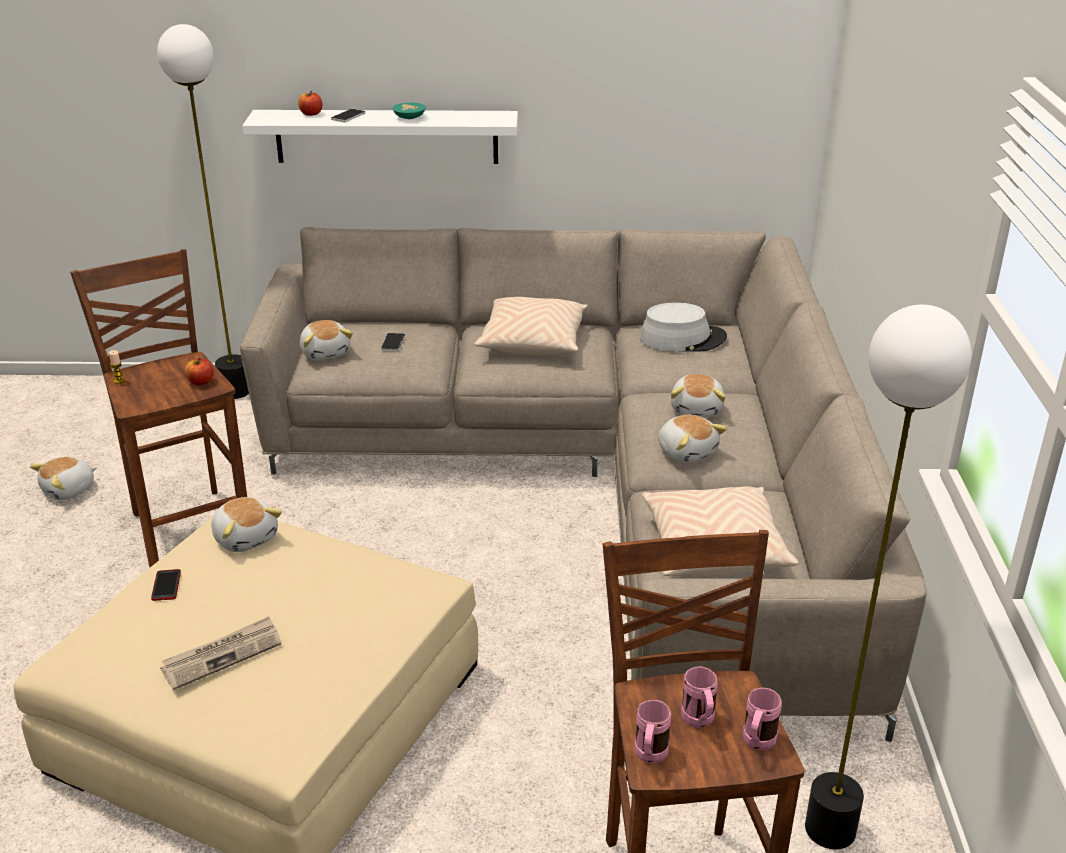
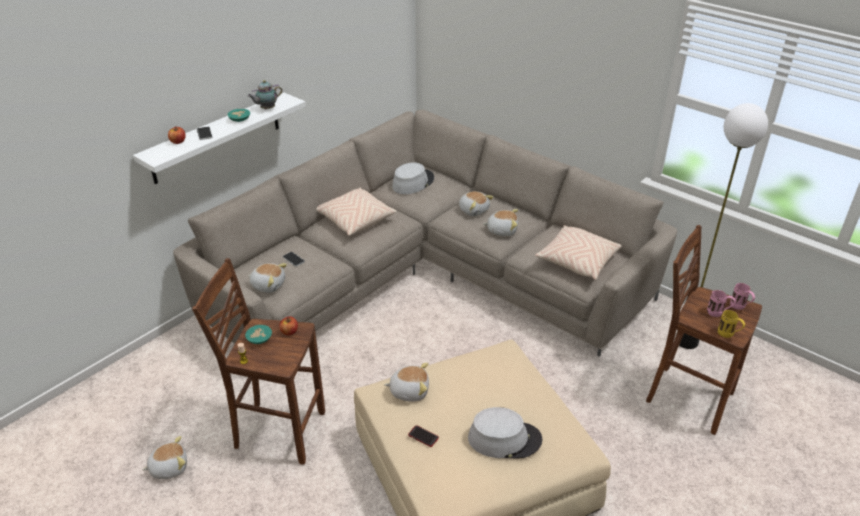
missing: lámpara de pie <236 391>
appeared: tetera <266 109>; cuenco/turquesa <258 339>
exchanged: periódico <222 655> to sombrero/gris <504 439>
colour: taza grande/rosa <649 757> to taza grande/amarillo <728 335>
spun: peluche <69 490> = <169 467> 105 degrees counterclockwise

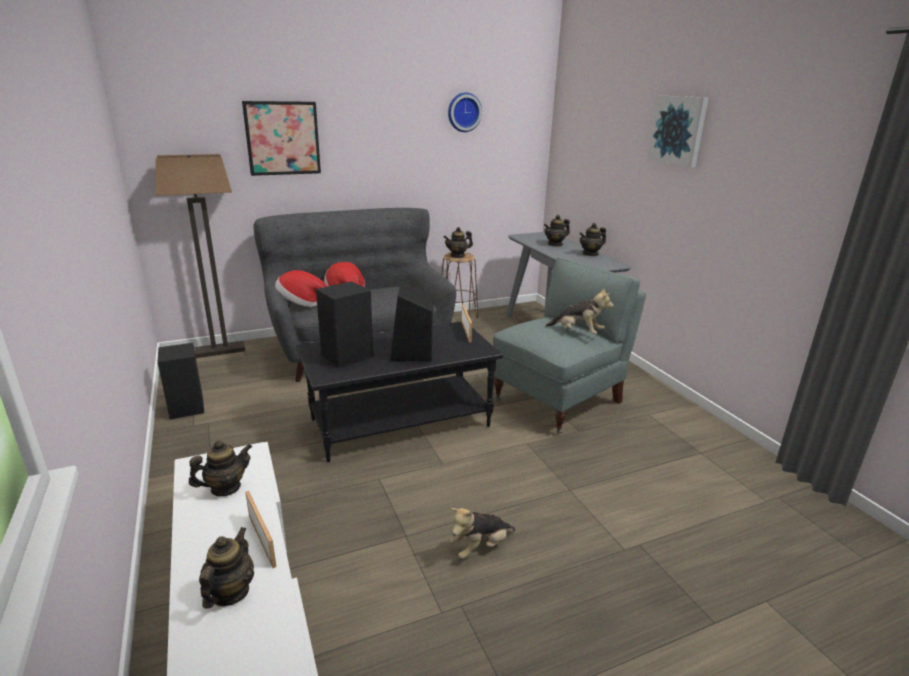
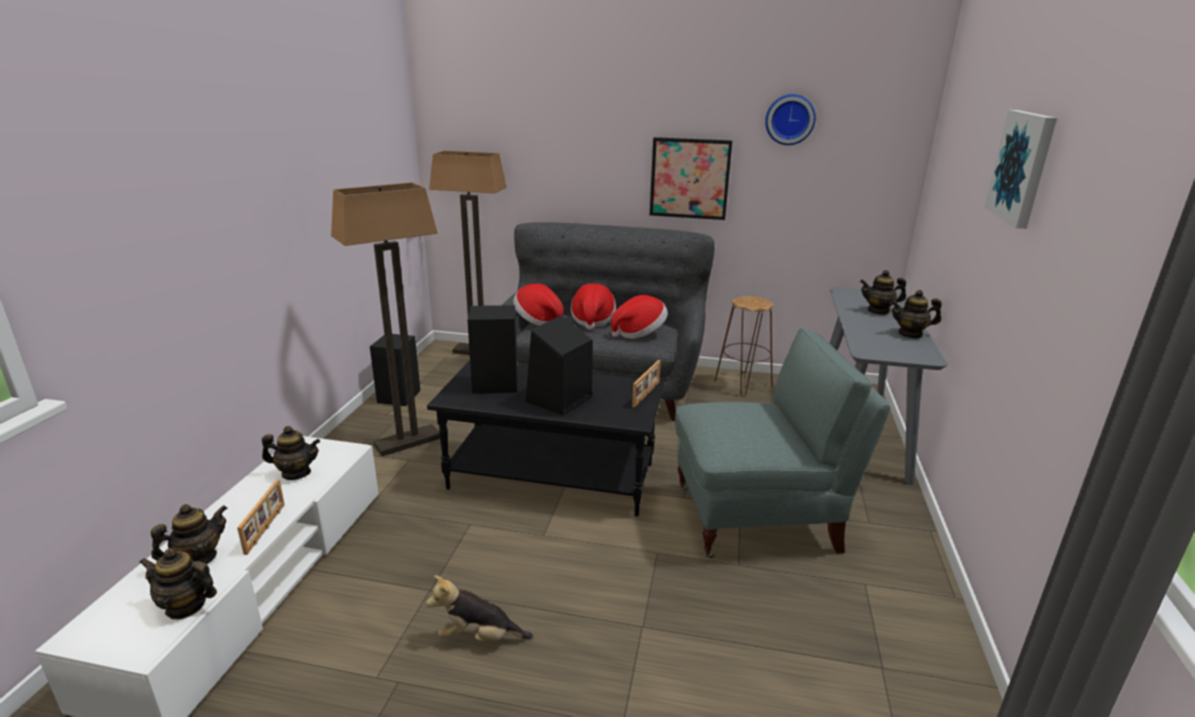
missing: peluche <578 332>
appeared: lámpara de pie <408 441>; sombrero <639 333>
relocated: cuadro <282 138> to <690 178>; tetera <458 256> to <186 606>

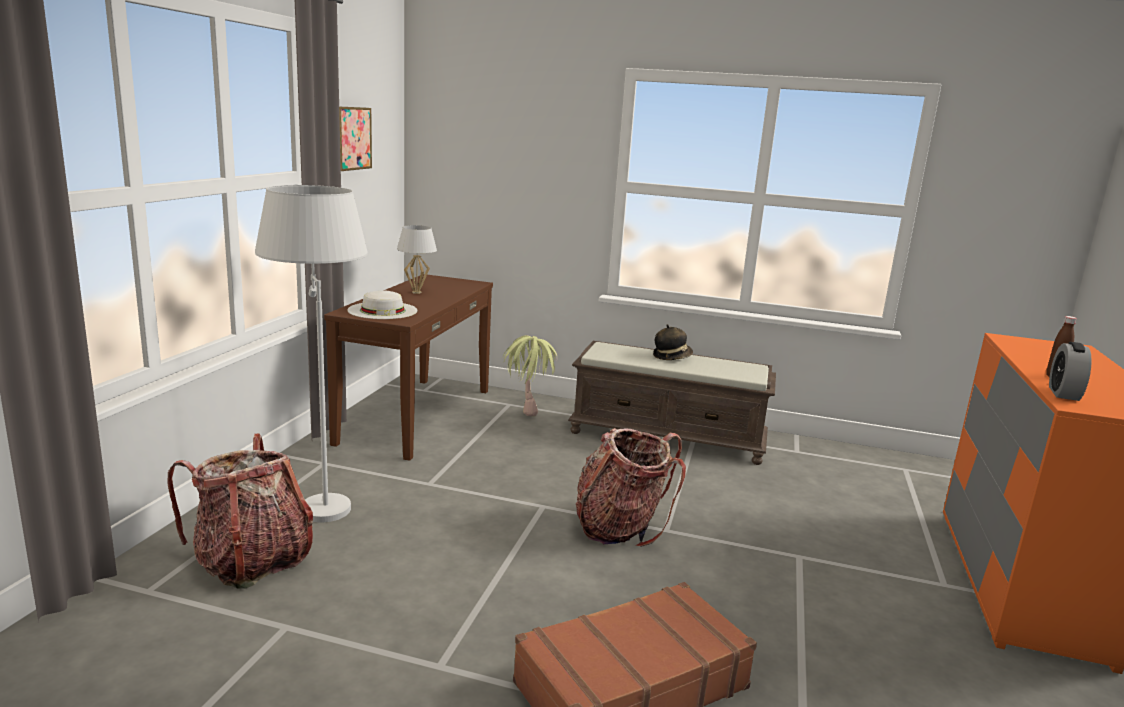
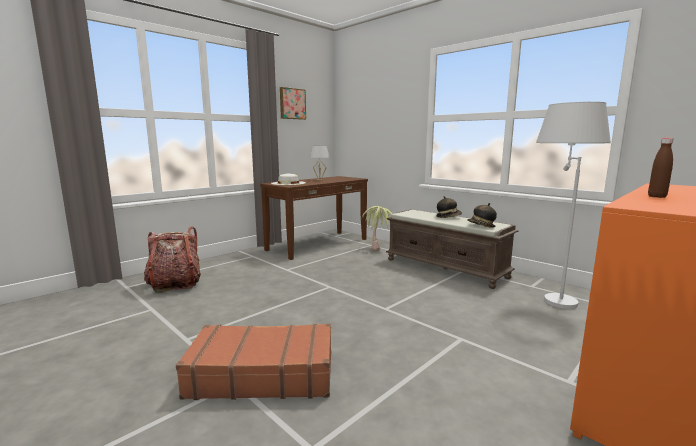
missing: despertador <1063 393>; mochila <621 527>
appeared: sombrero <481 226>
relocated: lámpara de pie/blanco <320 497> to <552 295>

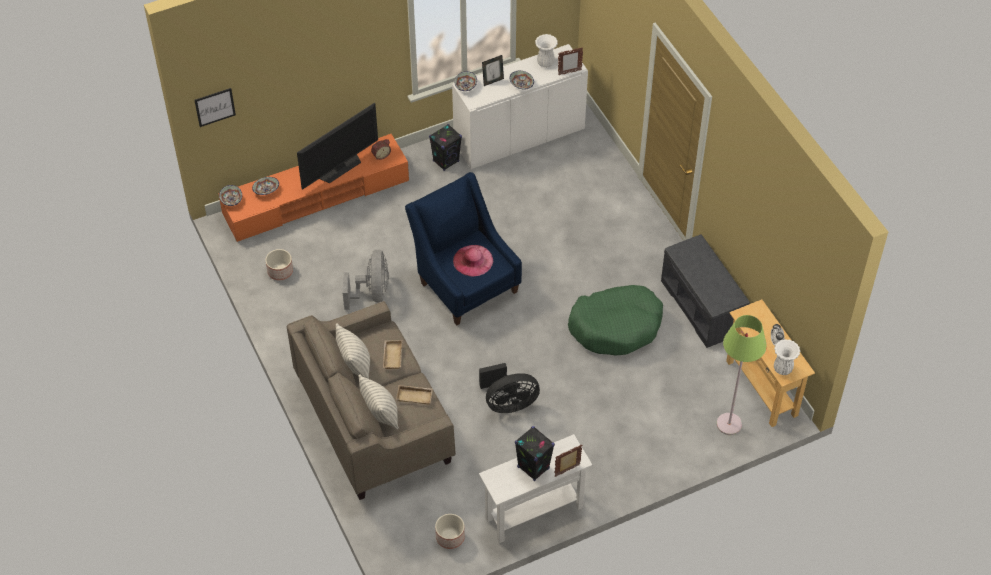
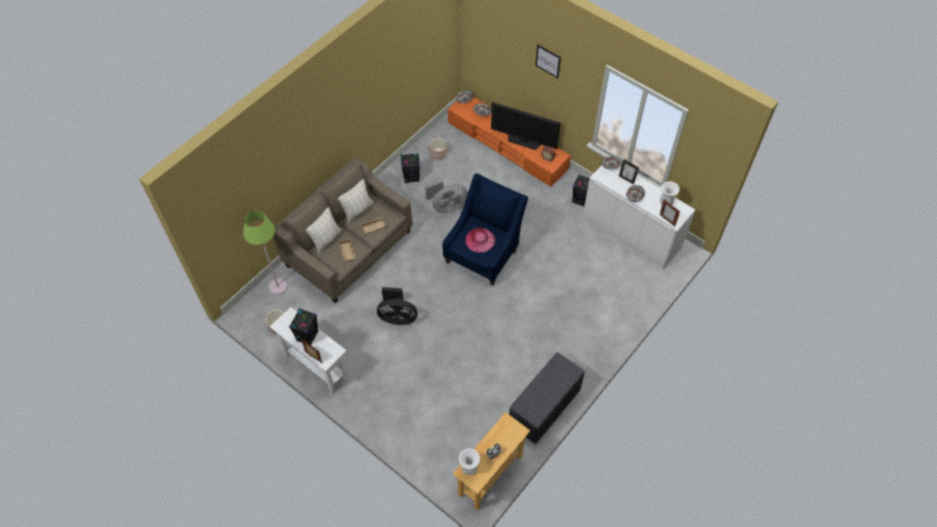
missing: cama para perro/verde <616 326>
appeared: altavoz/negro <411 177>
relocated: cuadro <215 107> to <548 61>; lámpara de pie/verde <728 424> to <278 286>
spun: ventilador/negro <508 403> = <397 317> 45 degrees counterclockwise

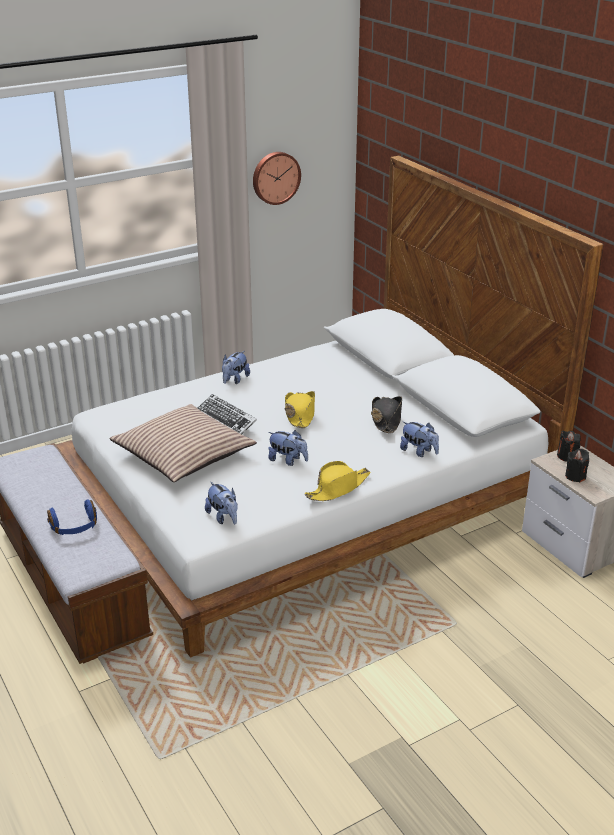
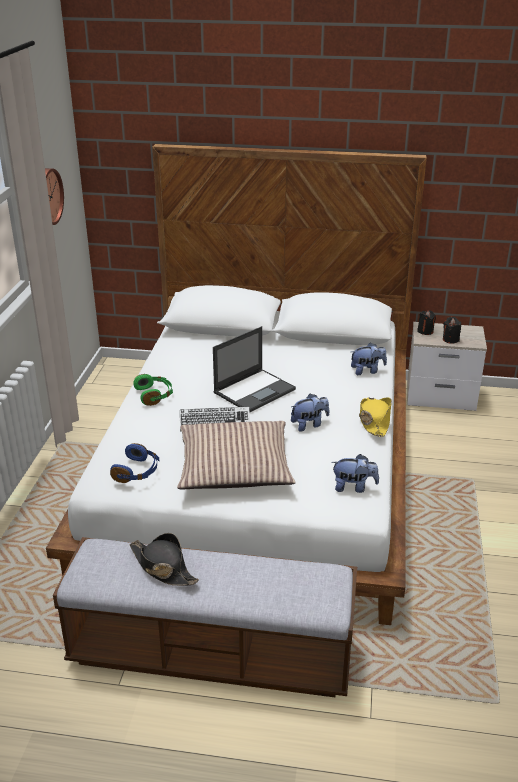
relocated: sombrero/negro <386 419> to <162 567>; auriculares/azul <74 527> to <137 472>
exchanged: peluche <235 380> to auriculares/verde <154 395>; sombrero/amarillo <300 414> to portátil <255 390>

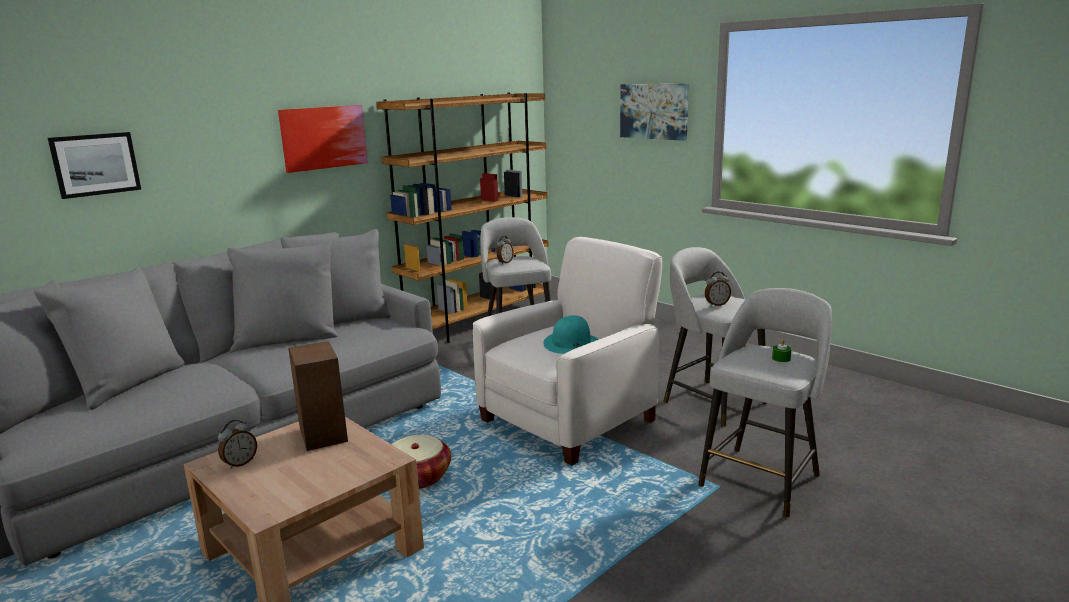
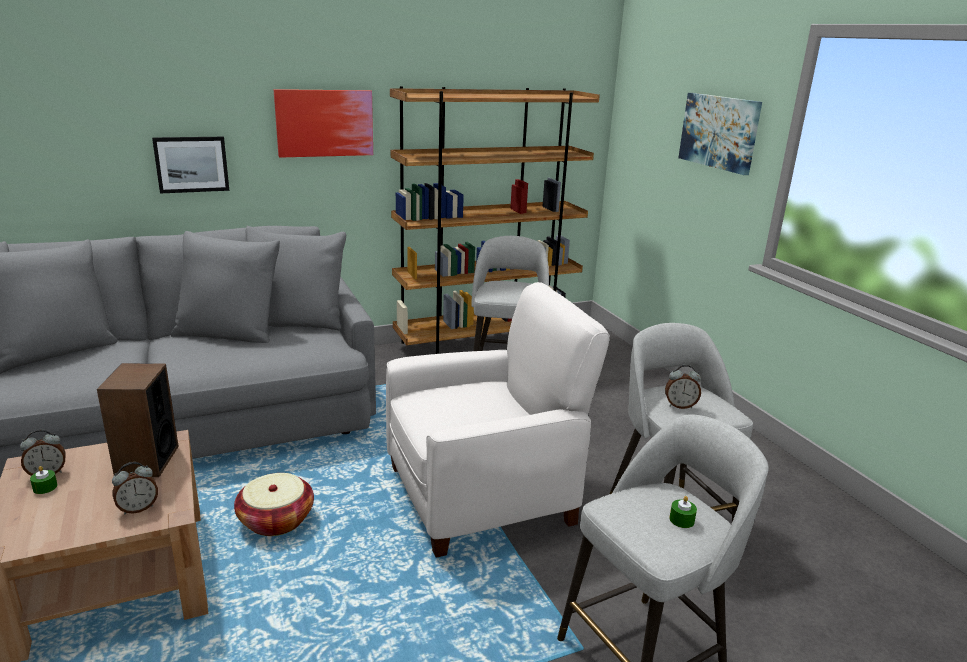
missing: sombrero/turquesa <571 343>
appeared: vela/verde <45 487>
relocated: cuadro <95 164> to <191 164>; despertador <505 262> to <138 508>

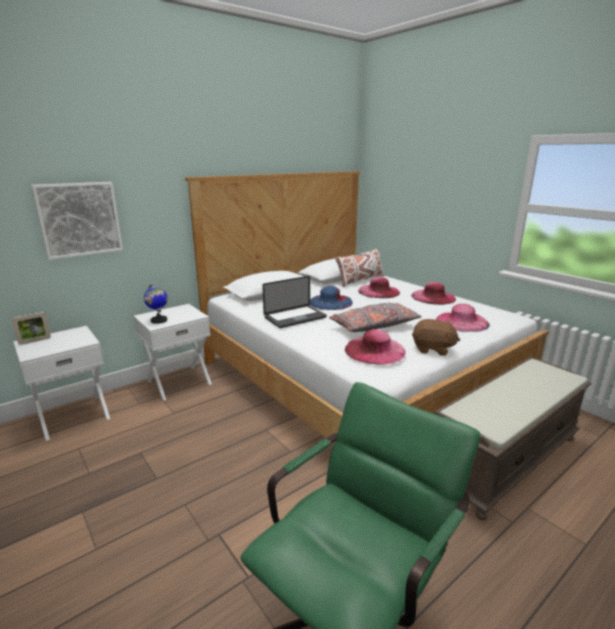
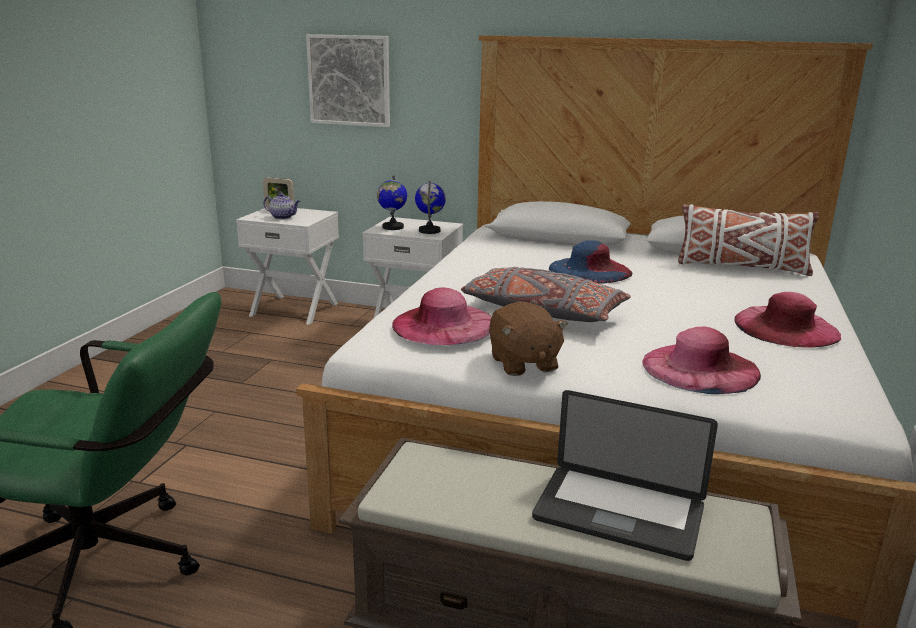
missing: sombrero/rosa <378 291>
appeared: globo terráqueo <429 231>; tetera <283 217>
relocated: portátil <295 317> to <618 513>

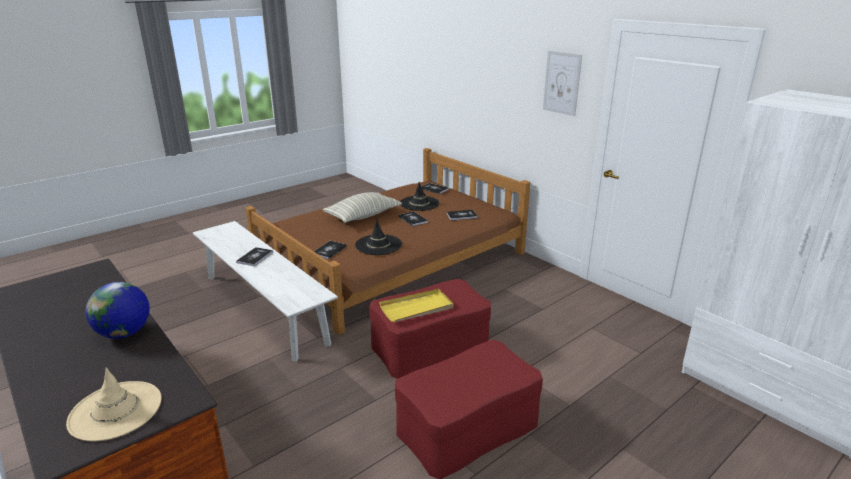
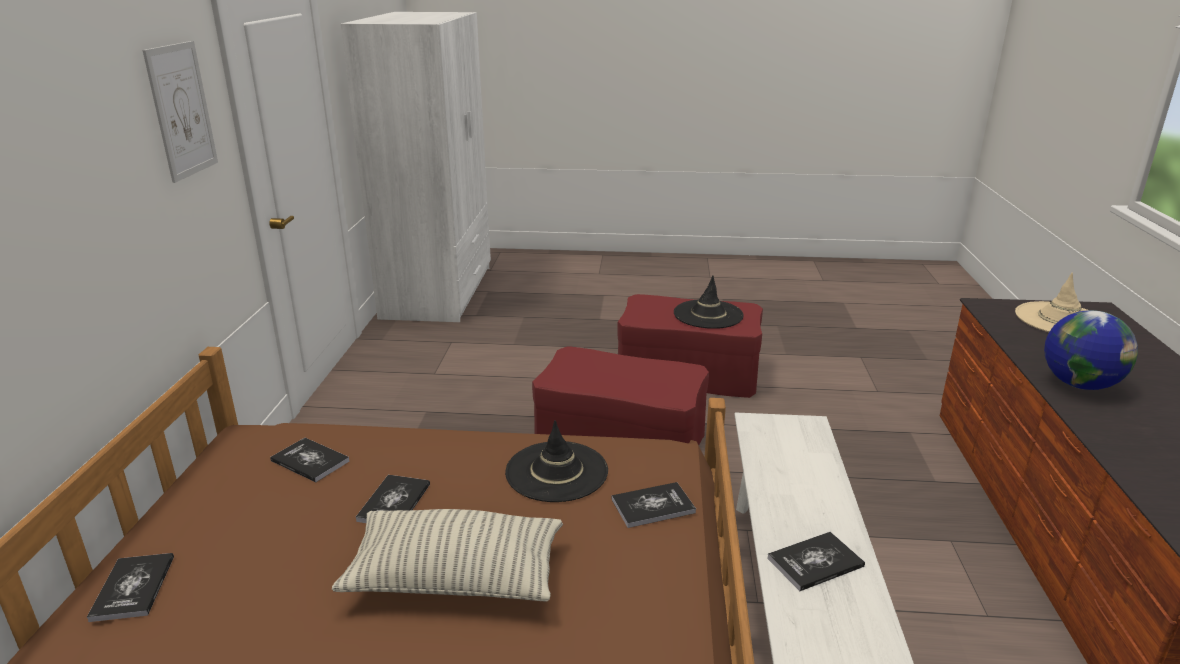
missing: bandeja/amarillo <417 308>
relocated: sombrero/negro <419 203> to <708 314>

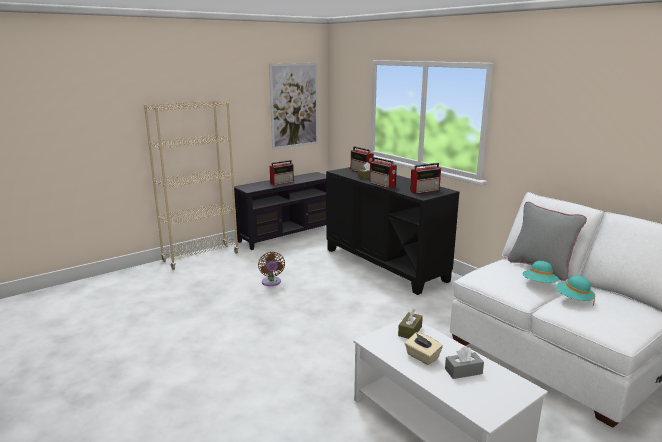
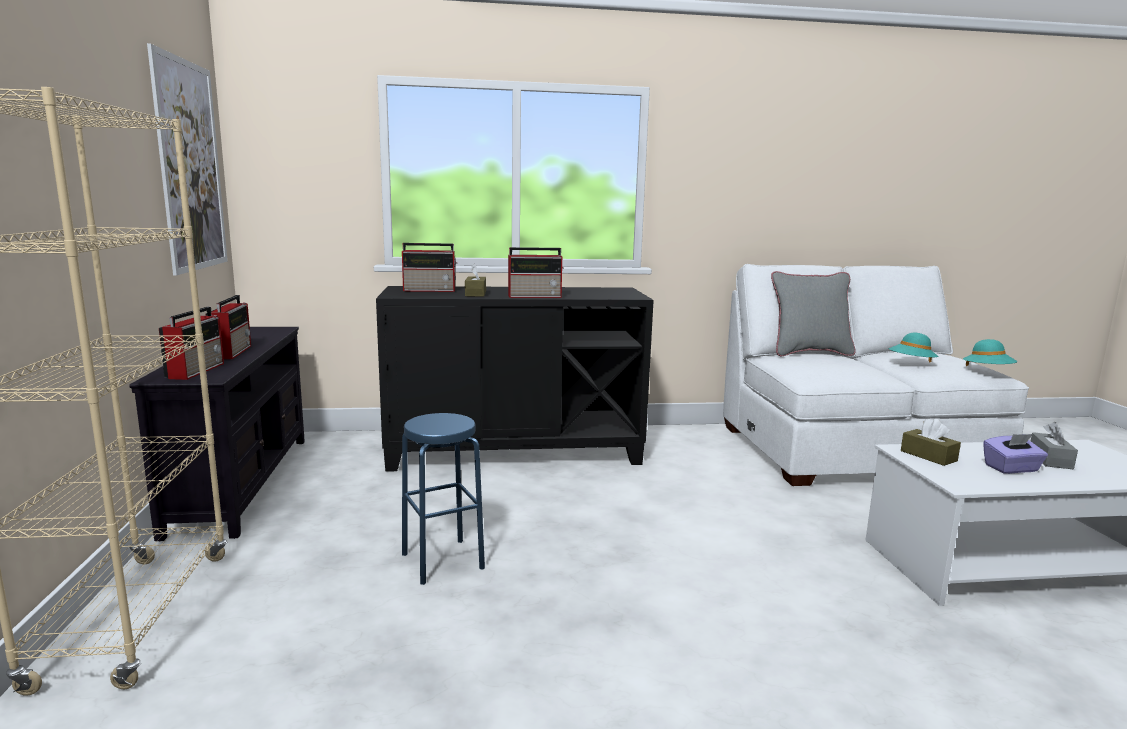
relocated: radio <425 190> to <197 370>; sombrero/turquesa <539 284> to <987 371>
exchanged: ventilador/marrón <271 283> to taburete/azul <442 561>
colour: caja de pañuelos/beis <422 357> to caja de pañuelos/morado <1011 469>

